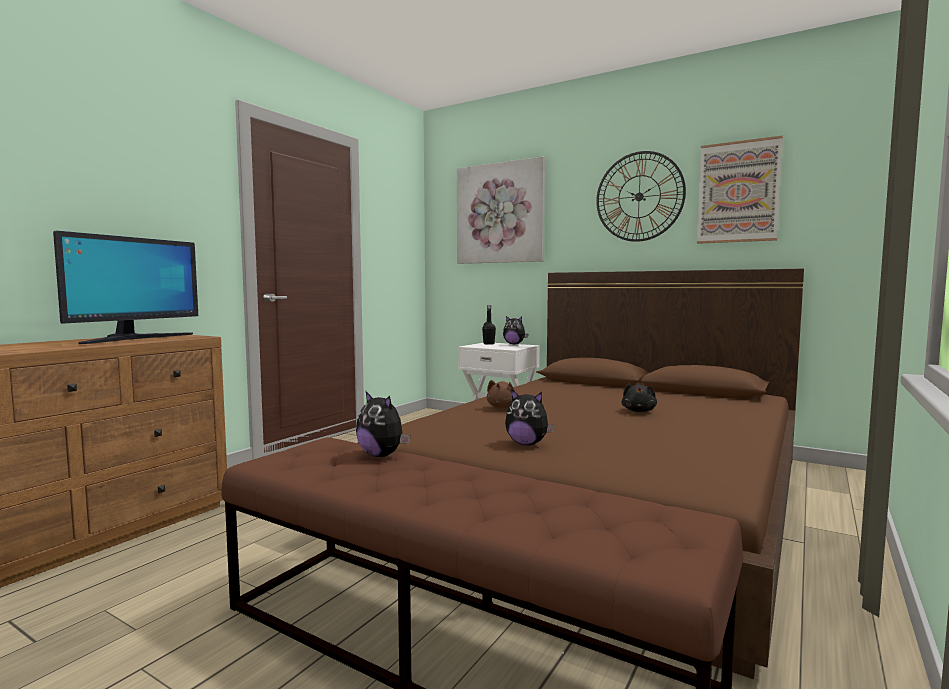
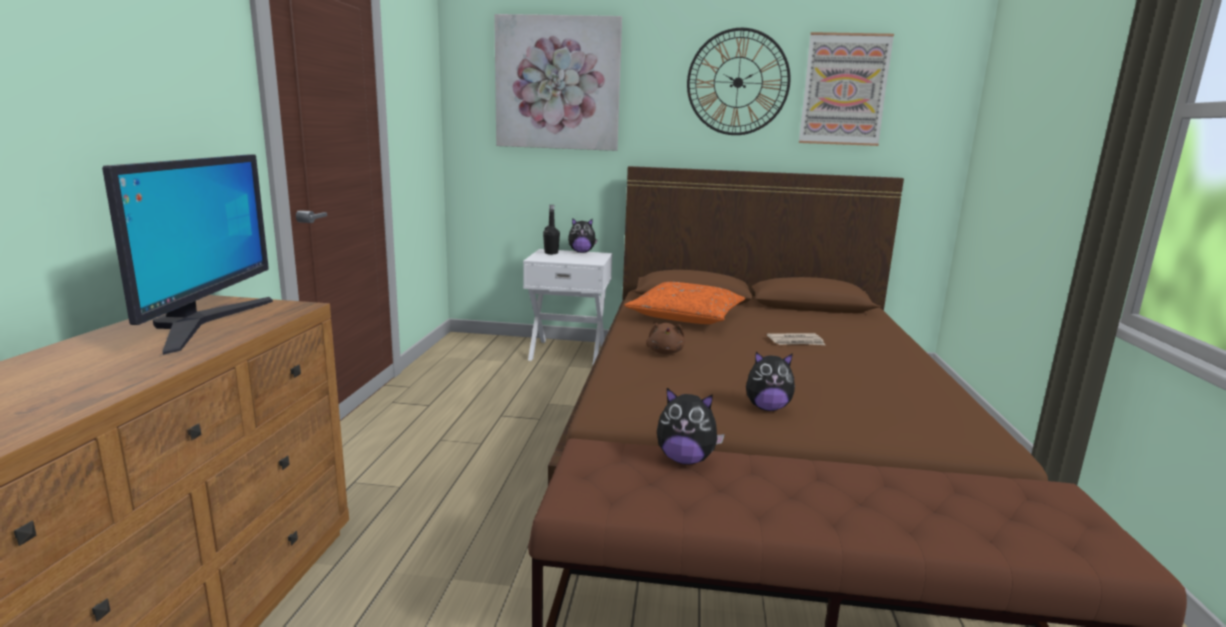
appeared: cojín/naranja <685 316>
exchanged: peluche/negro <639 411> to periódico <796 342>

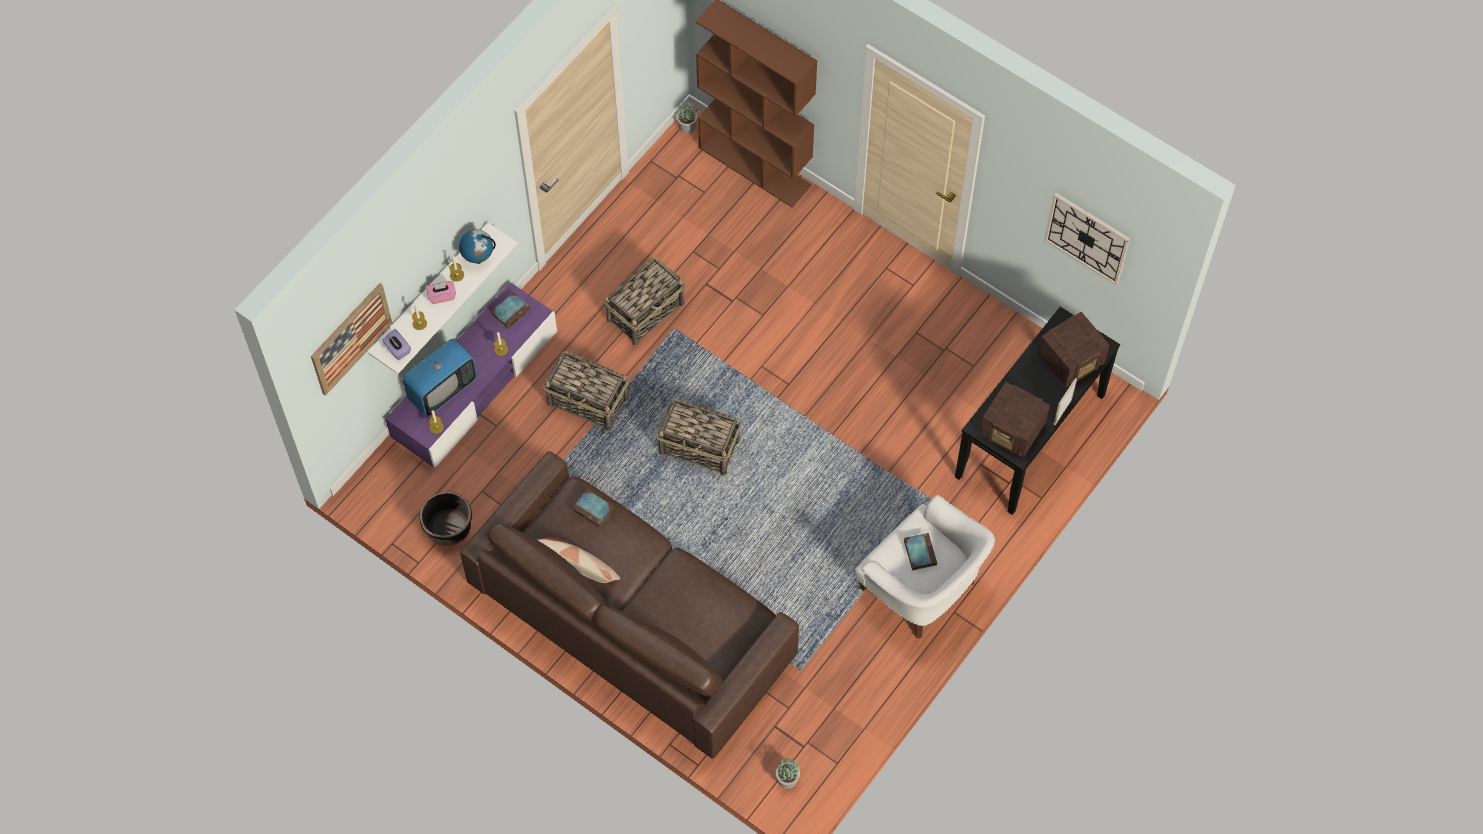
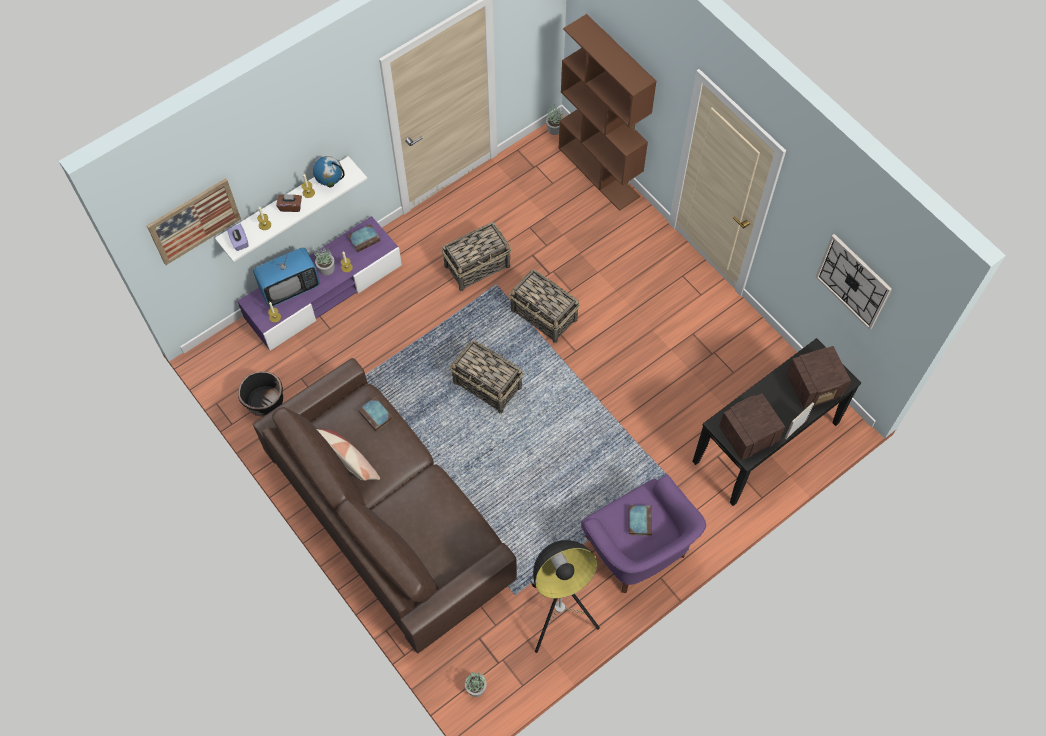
appeared: planta en maceta <326 268>; lámpara de pie <558 618>
relocated: cesta <588 402> to <544 316>
colour: caja de pañuelos/rosa <442 296> to caja de pañuelos/marrón <290 206>; sillón/blanco <921 589> to sillón/morado <637 551>
spun: radio <1013 430> = <747 435> 105 degrees clockwise

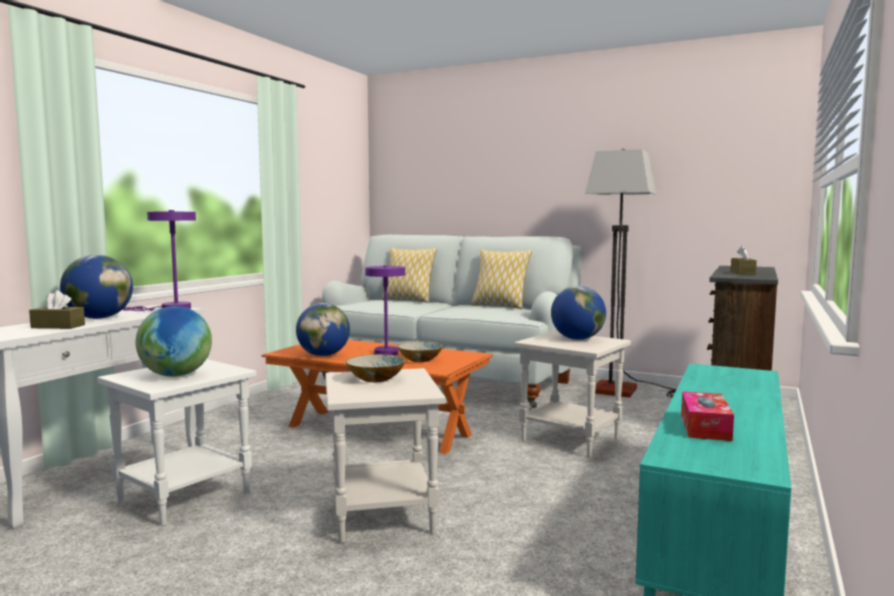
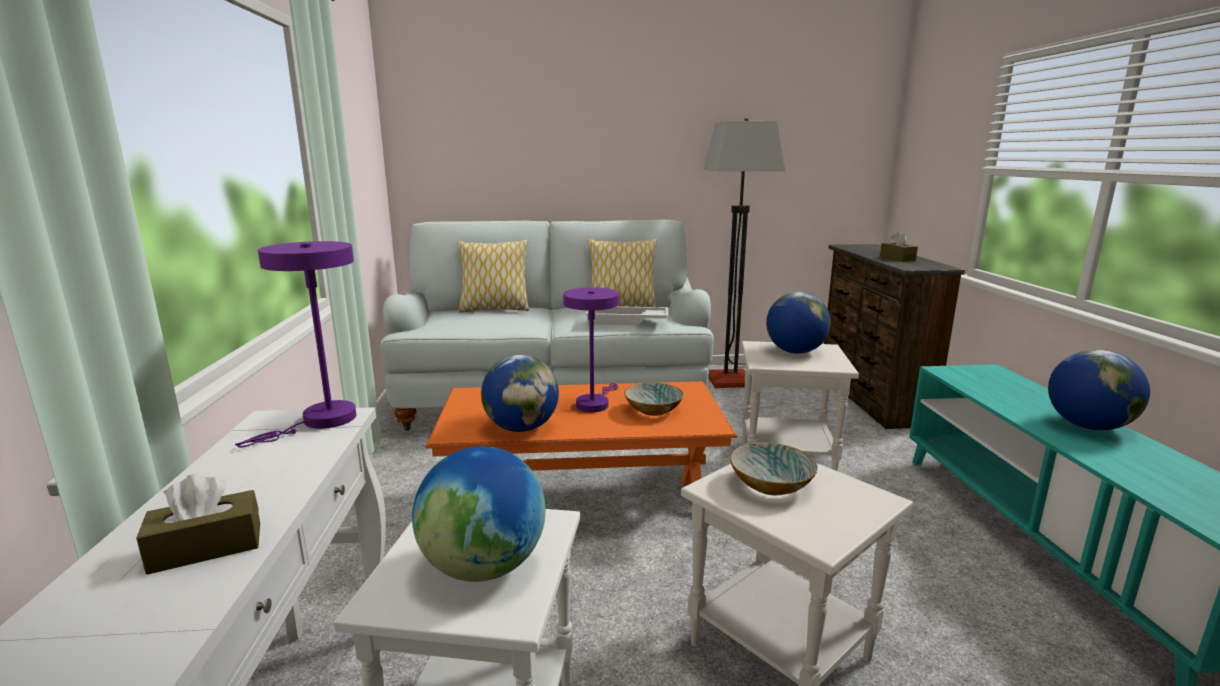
missing: caja de pañuelos <705 427>
appeared: bandeja/blanco <626 321>
relocated: globo terráqueo <99 318> to <1088 426>

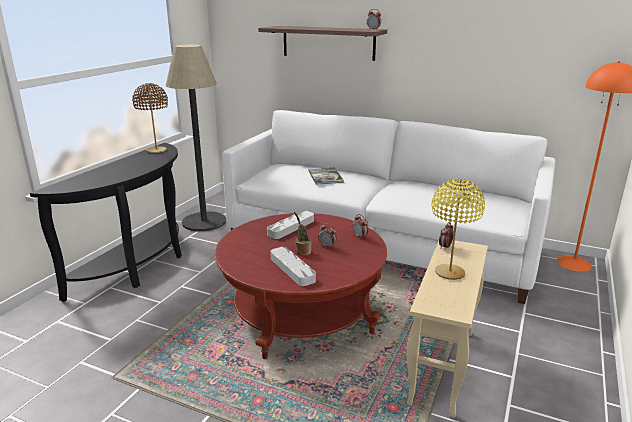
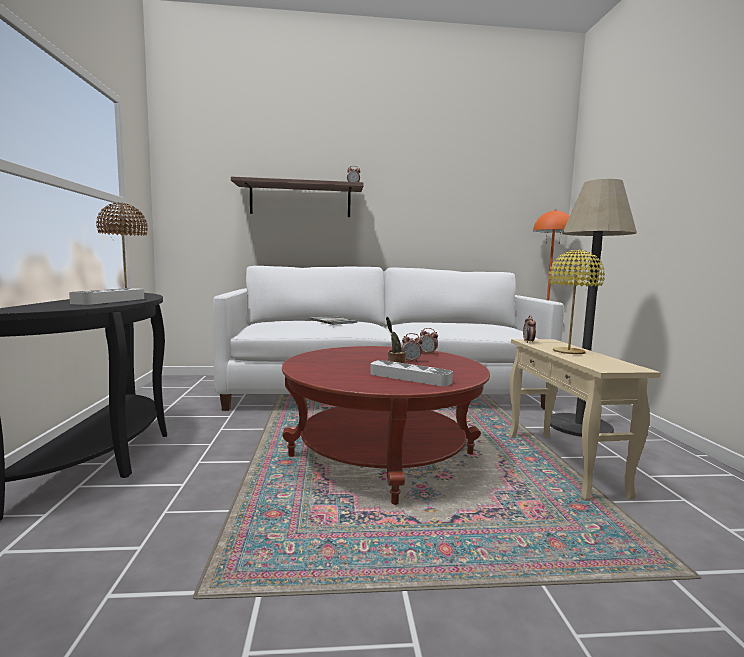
relocated: lámpara de pie <204 222> to <579 426>; bandeja/gris <291 227> to <110 301>

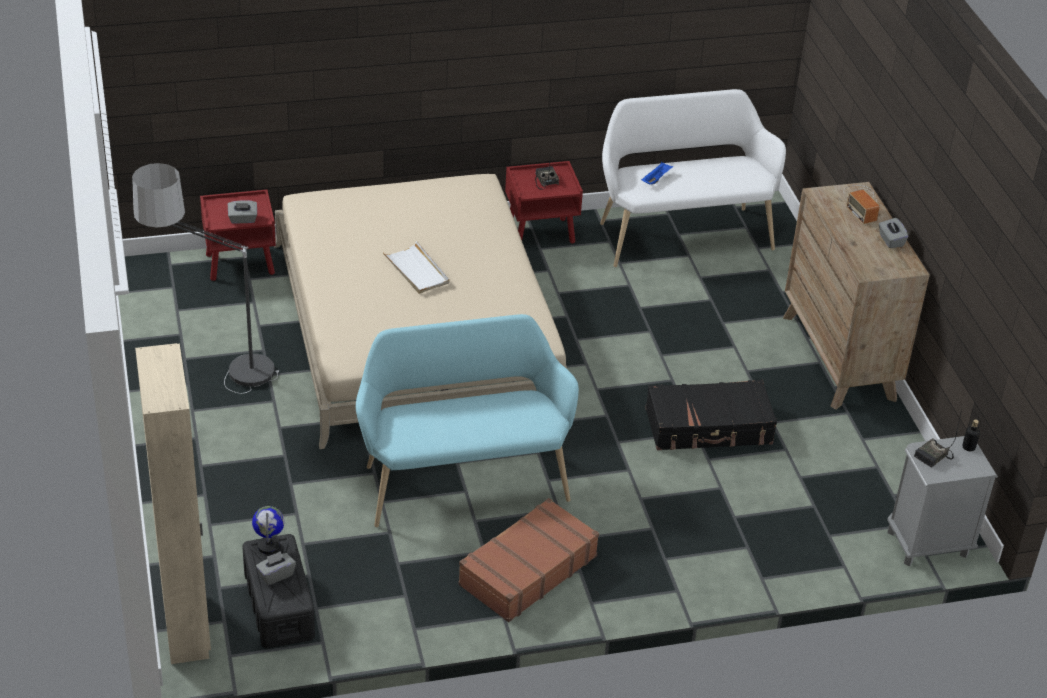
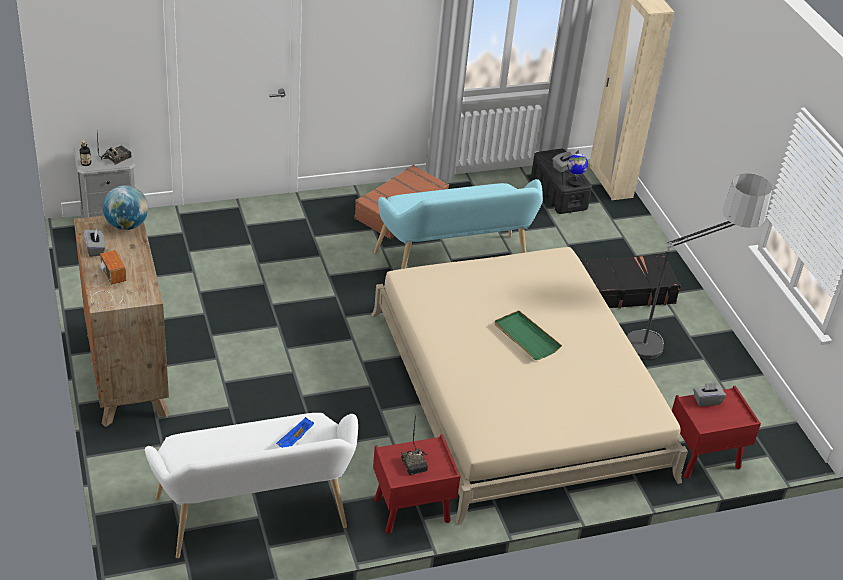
appeared: globo terráqueo <127 225>
relocated: maleta/negro <709 427> to <623 290>
colour: bandeja/blanco <417 270> to bandeja/verde <526 337>

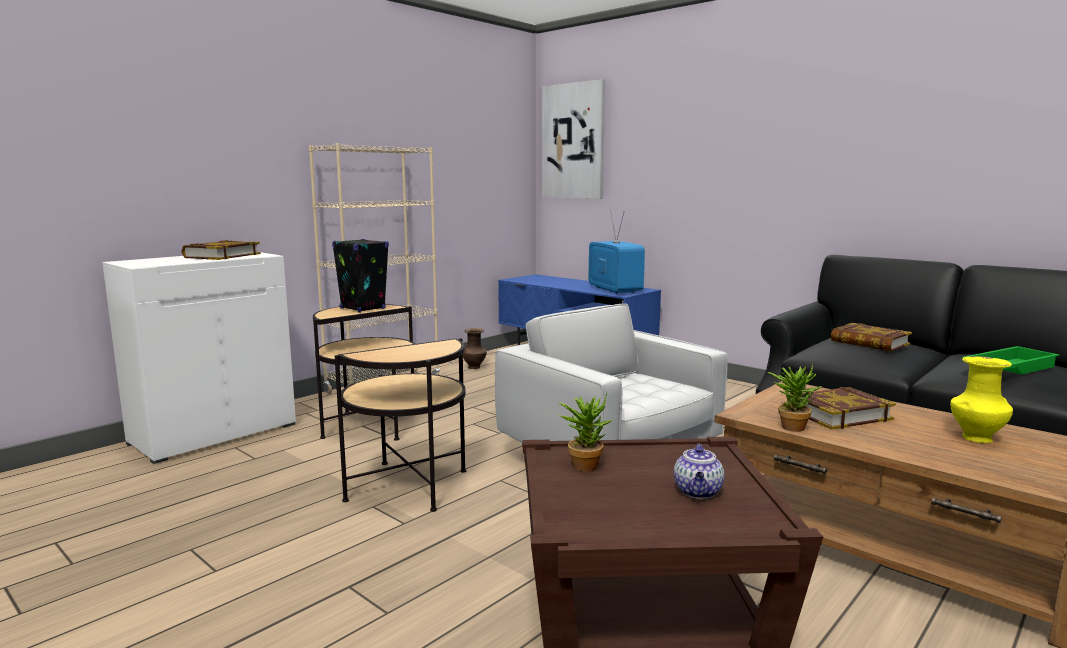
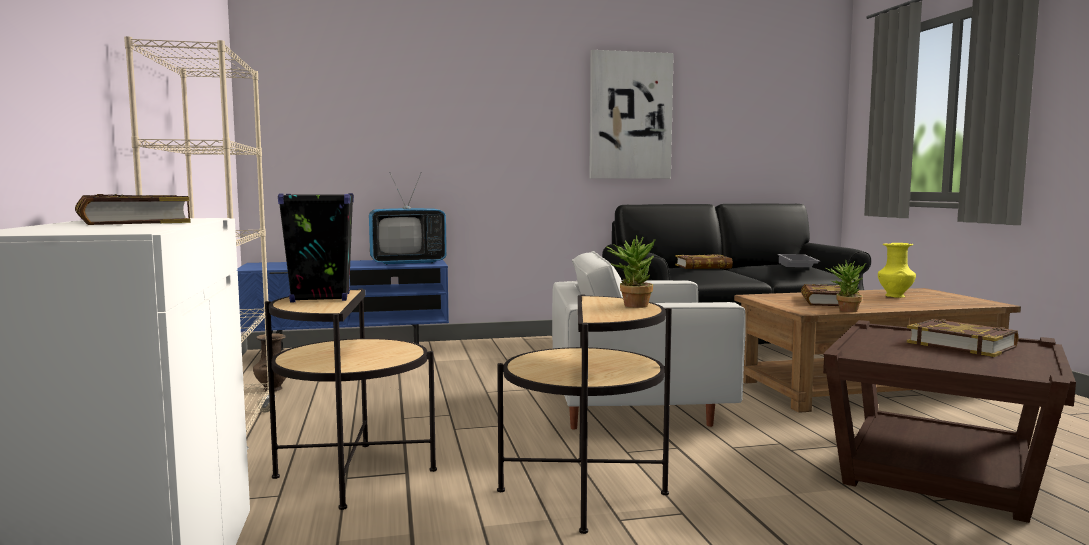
relocated: cuadro <573 141> to <630 116>; planta en maceta <584 464> to <631 305>
exchanged: tetera <698 492> to libro <961 344>
colour: bandeja/verde <1008 368> to bandeja/gris <796 266>
spun: televisor <614 290> = <408 263> 150 degrees clockwise

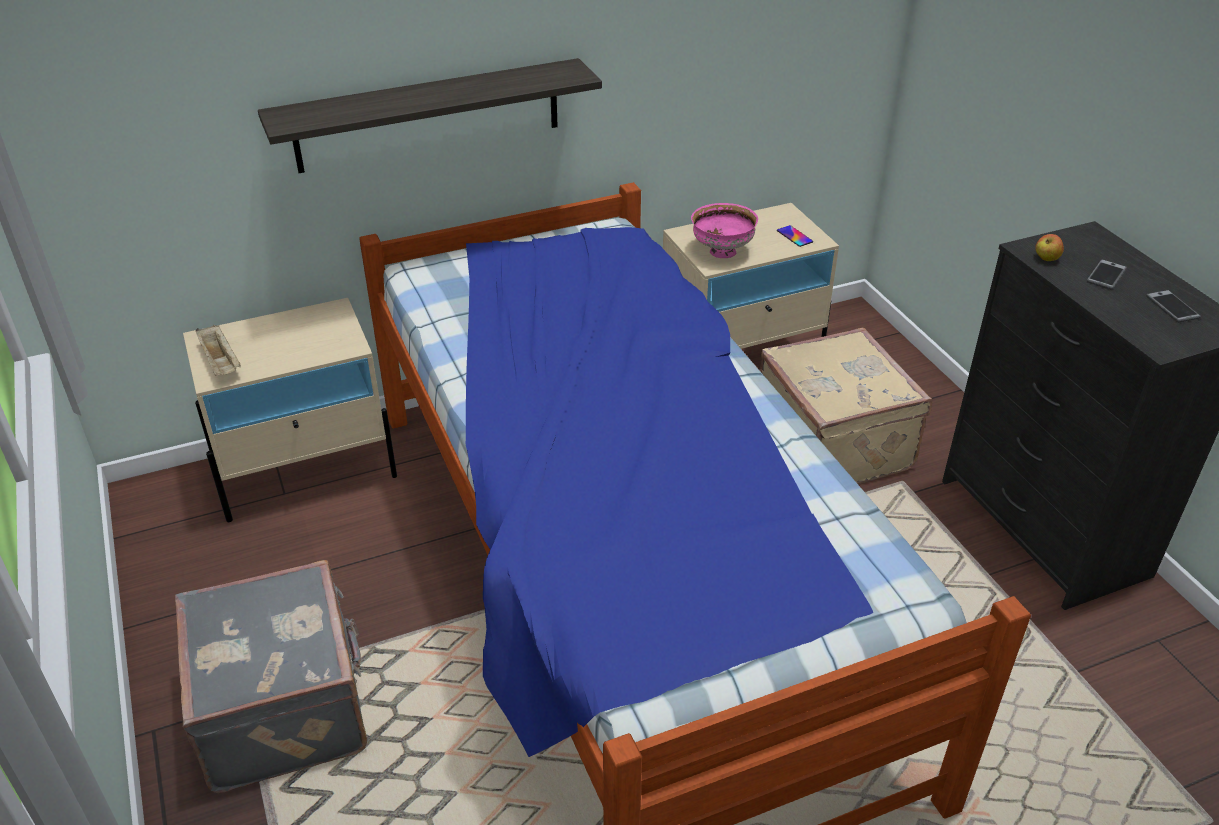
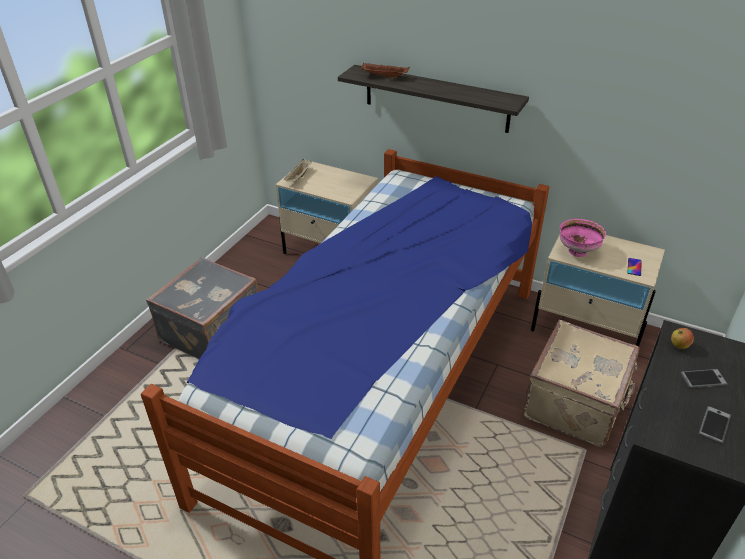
appeared: bandeja/marrón <383 77>

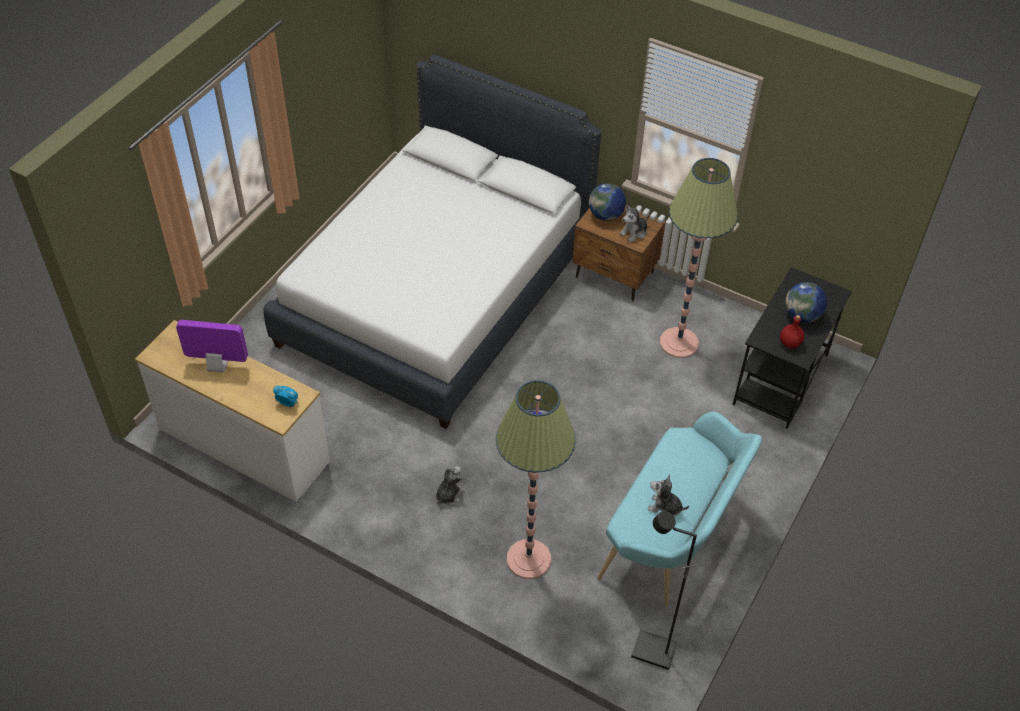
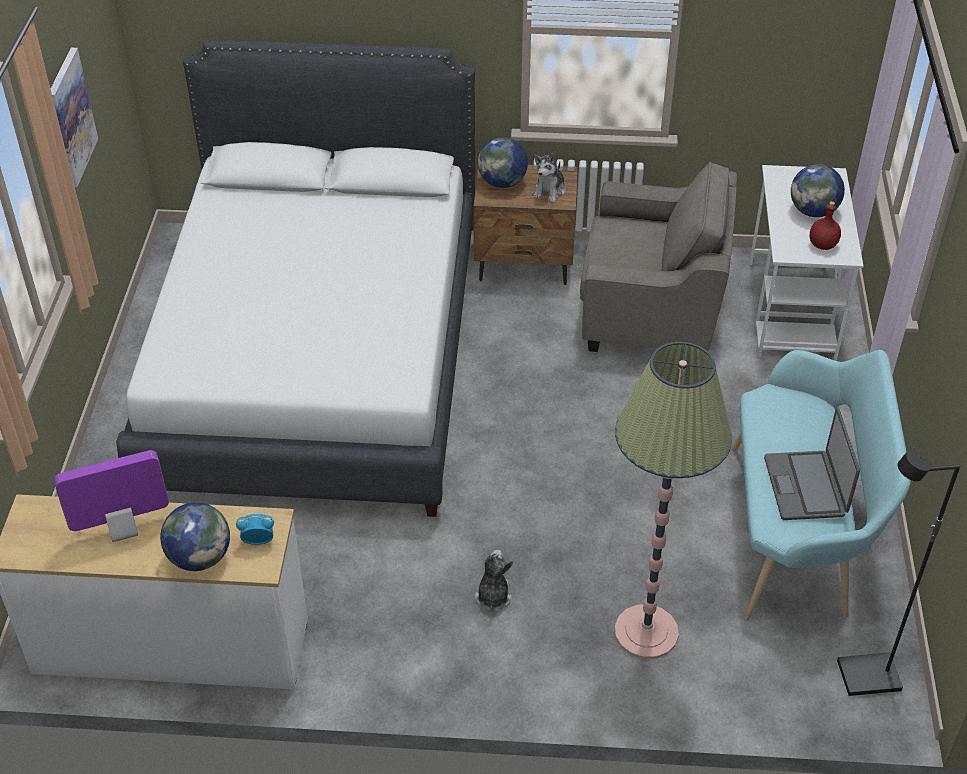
appeared: cuadro <70 117>; globo terráqueo <200 557>
exchanged: lámpara de pie <679 343> to sillón/gris <651 312>; peluche <665 508> to portátil <806 486>
colour: escritorio/negro <780 379> to escritorio/blanco <791 310>

